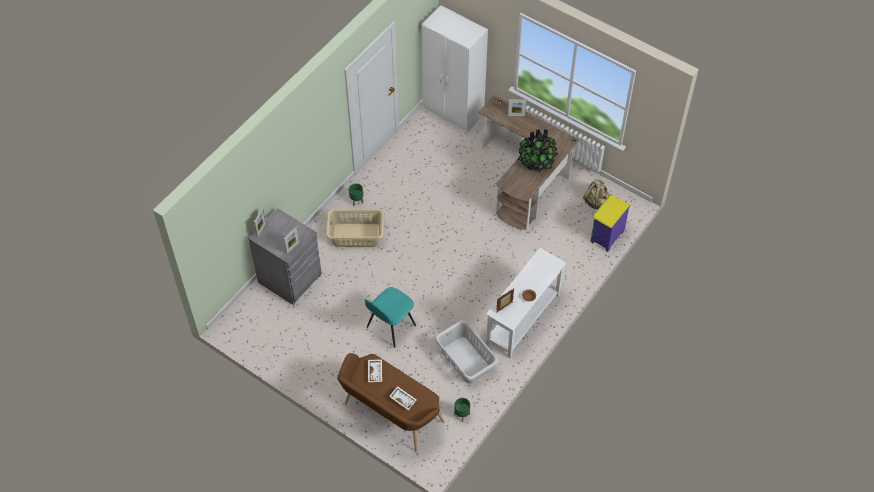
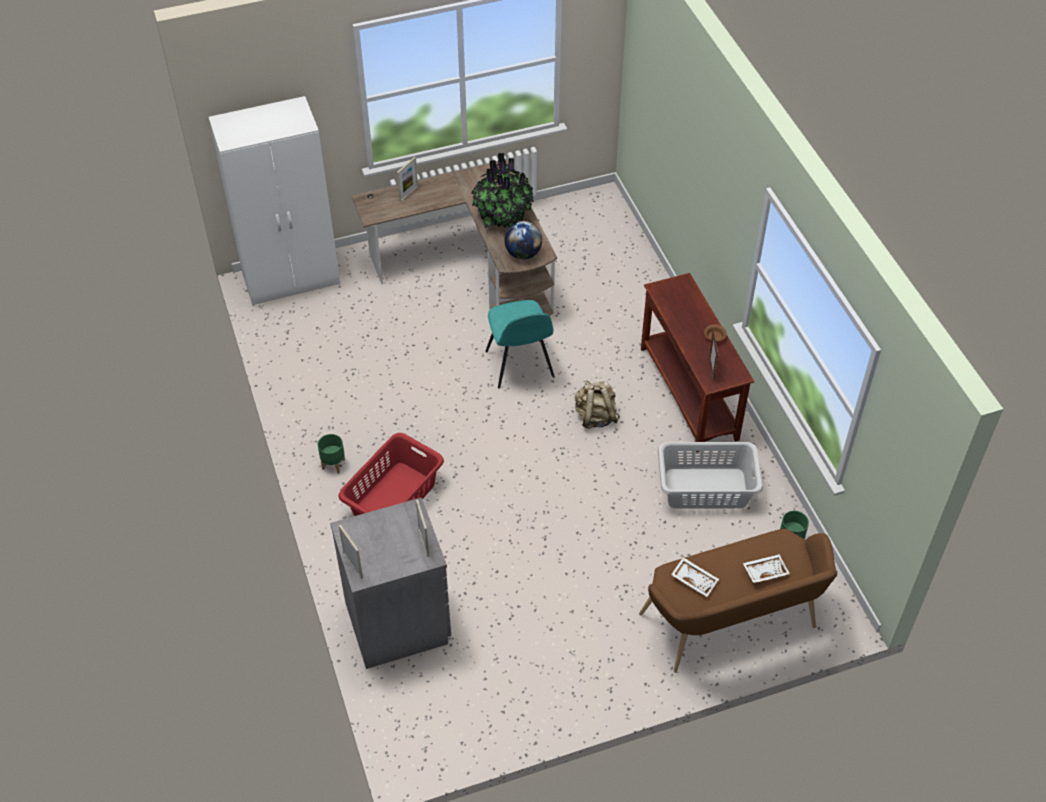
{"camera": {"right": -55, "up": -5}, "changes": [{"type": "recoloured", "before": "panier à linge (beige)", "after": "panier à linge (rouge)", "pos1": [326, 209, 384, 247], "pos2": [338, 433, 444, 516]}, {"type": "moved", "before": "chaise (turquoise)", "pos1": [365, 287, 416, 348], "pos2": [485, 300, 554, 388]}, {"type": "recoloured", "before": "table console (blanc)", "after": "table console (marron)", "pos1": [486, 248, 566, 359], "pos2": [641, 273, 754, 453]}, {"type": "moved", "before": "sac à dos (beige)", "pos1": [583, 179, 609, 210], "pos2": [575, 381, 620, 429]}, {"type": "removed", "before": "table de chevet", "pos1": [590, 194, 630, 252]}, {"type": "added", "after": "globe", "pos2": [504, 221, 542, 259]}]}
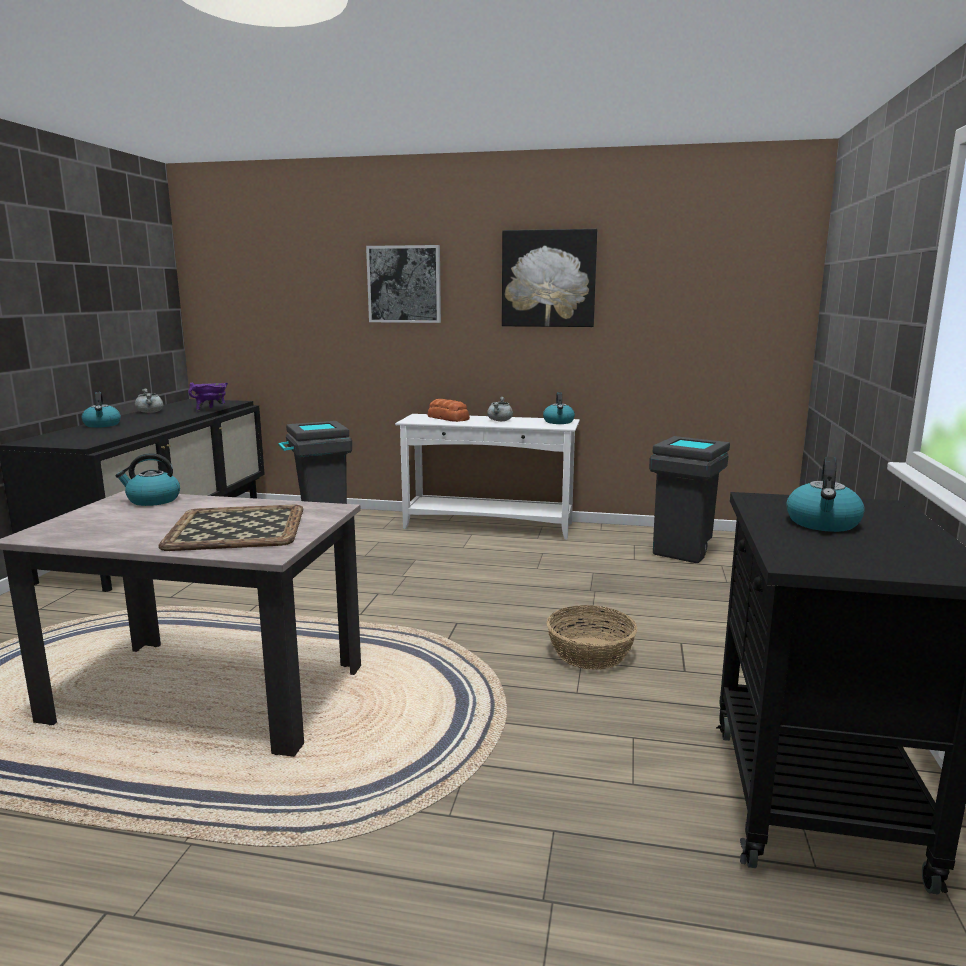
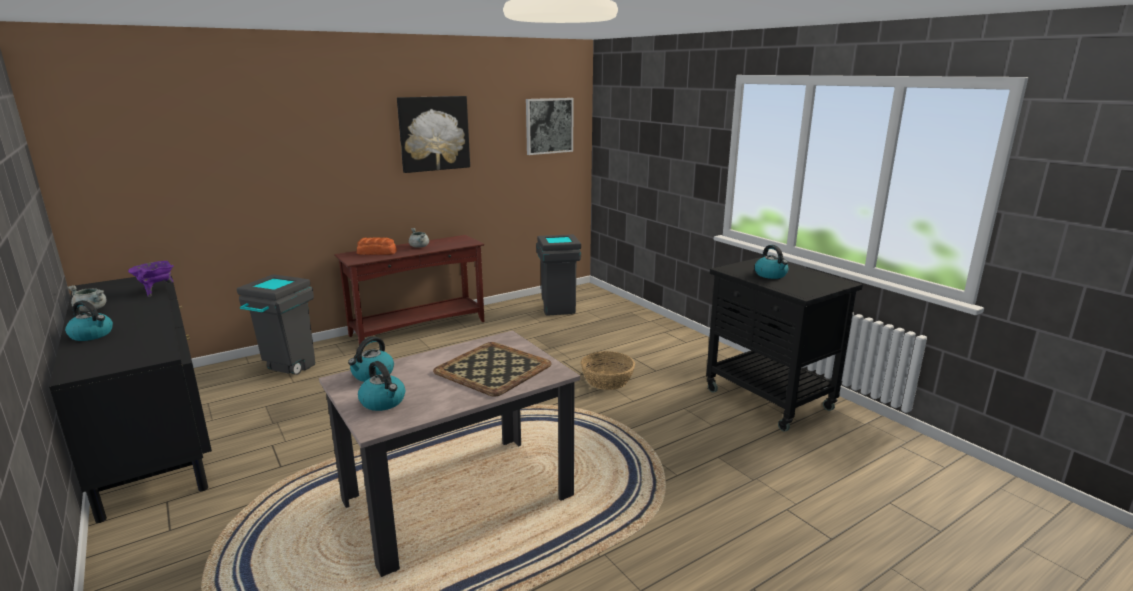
{"camera": {"right": -45, "up": 5}, "changes": [{"type": "moved", "before": "tableau", "pos1": [366, 245, 441, 323], "pos2": [526, 98, 573, 155]}, {"type": "recoloured", "before": "table console (blanc)", "after": "table console (marron)", "pos1": [395, 414, 580, 540], "pos2": [334, 235, 484, 345]}, {"type": "moved", "before": "bouilloire", "pos1": [543, 392, 575, 424], "pos2": [358, 361, 405, 411]}]}
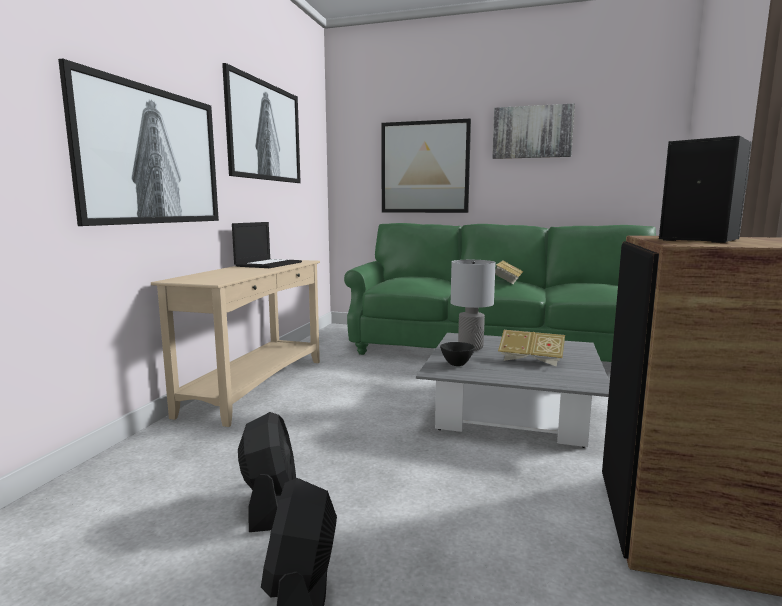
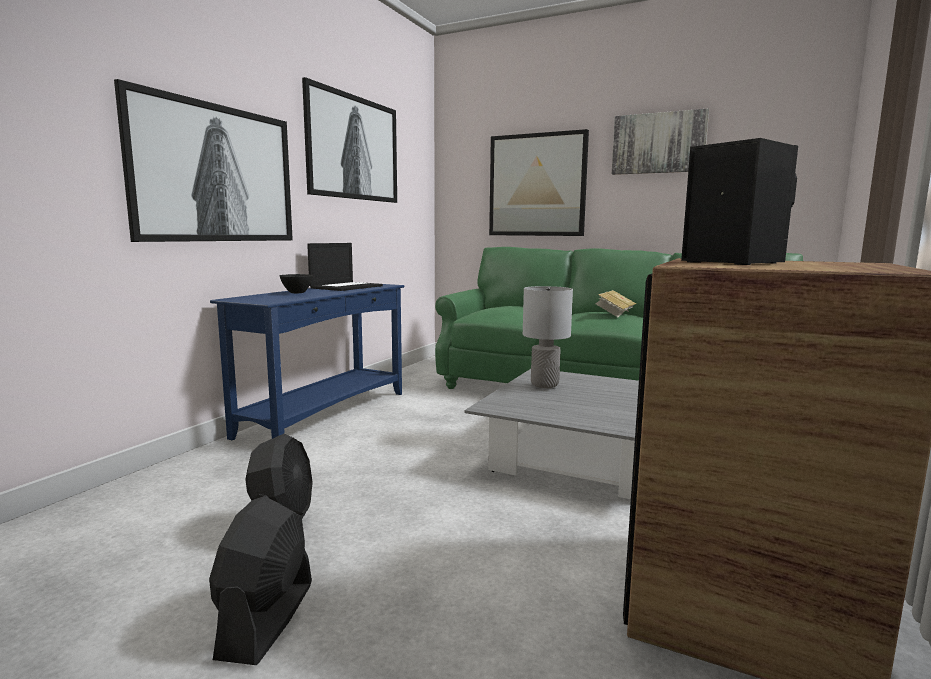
{"camera": {"right": 10, "up": 0}, "changes": [{"type": "recoloured", "before": "table console (beige)", "after": "table console (bleu)", "pos1": [151, 260, 320, 427], "pos2": [210, 284, 404, 440]}, {"type": "moved", "before": "bol (noir)", "pos1": [440, 342, 475, 366], "pos2": [280, 274, 313, 293]}, {"type": "removed", "before": "livre", "pos1": [498, 330, 565, 367]}]}
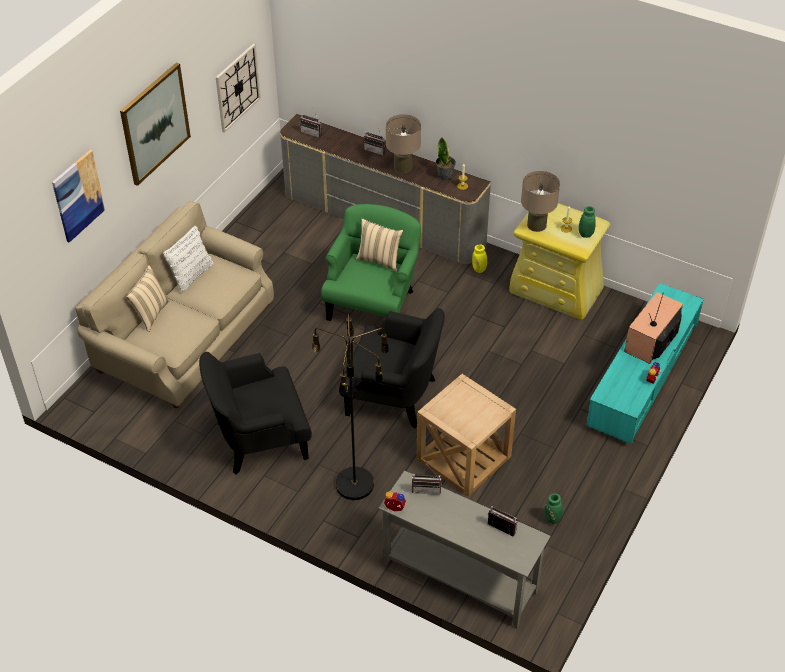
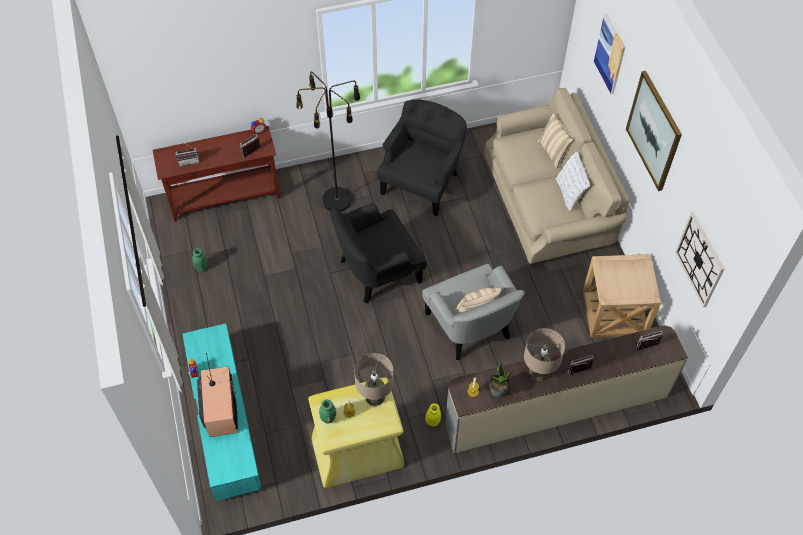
{"camera": {"right": 135, "up": 10}, "changes": [{"type": "recoloured", "before": "fauteuil (vert)", "after": "fauteuil (gris)", "pos1": [321, 204, 421, 321], "pos2": [422, 264, 525, 360]}, {"type": "recoloured", "before": "table console (gris)", "after": "table console (marron)", "pos1": [378, 471, 551, 629], "pos2": [153, 126, 281, 221]}, {"type": "moved", "before": "table d'appoint (beige)", "pos1": [416, 374, 516, 496], "pos2": [583, 254, 661, 338]}]}
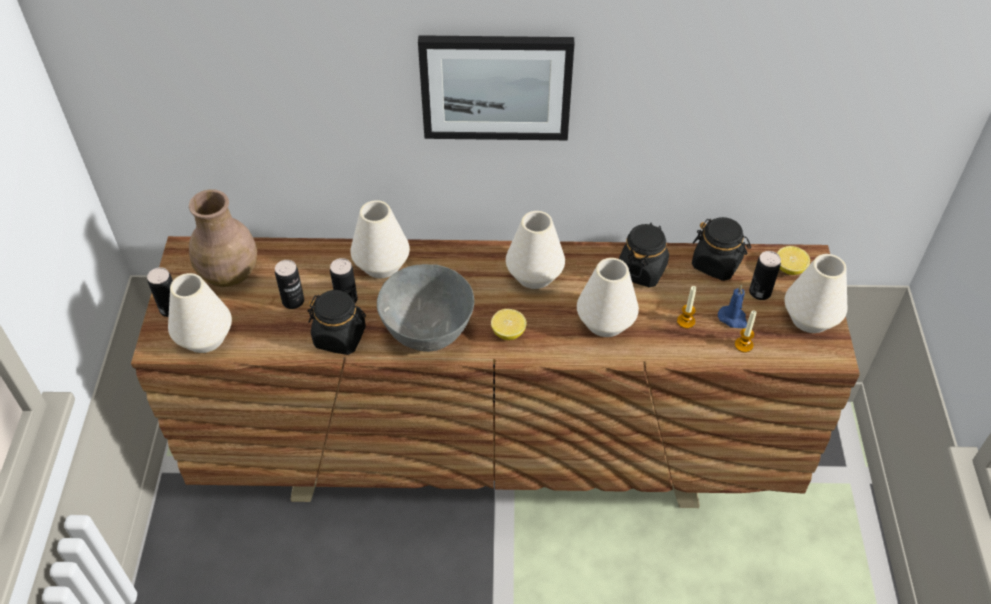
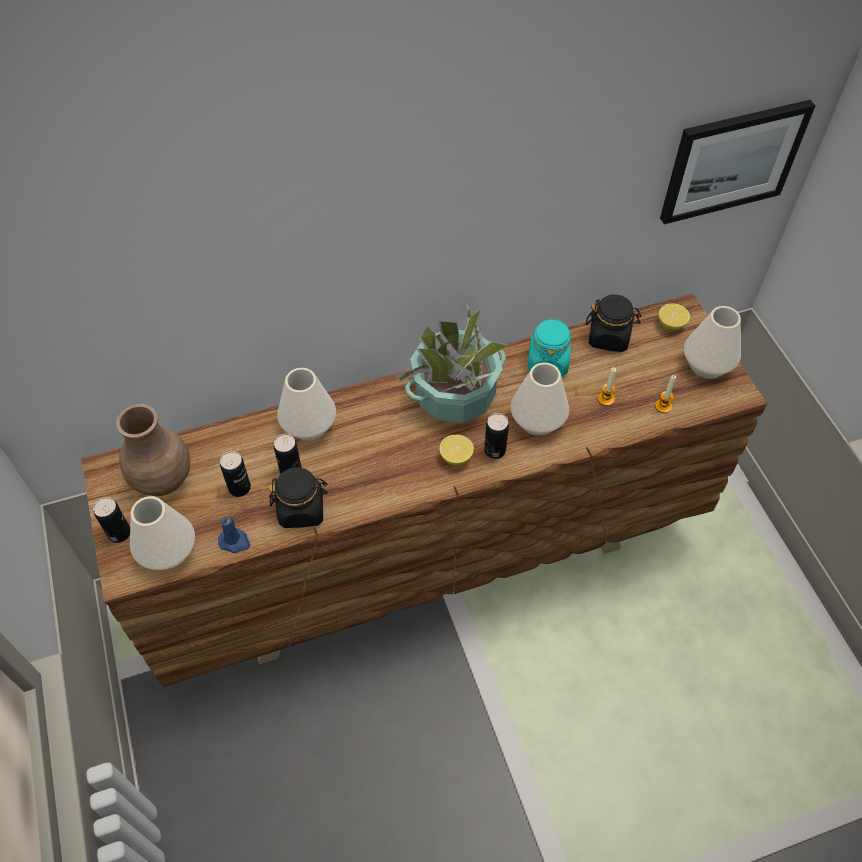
{"camera": {"right": -20, "up": 5}, "changes": [{"type": "removed", "before": "bol (gris)", "pos1": [377, 264, 474, 352]}, {"type": "moved", "before": "tableau", "pos1": [418, 35, 574, 140], "pos2": [660, 100, 816, 224]}, {"type": "replaced", "before": "vase (blanc)", "after": "plante en pot", "pos1": [506, 211, 565, 289], "pos2": [396, 302, 508, 423]}, {"type": "recoloured", "before": "bocal (noir)", "after": "bocal (turquoise)", "pos1": [619, 223, 669, 287], "pos2": [528, 317, 571, 377]}, {"type": "moved", "before": "bougie (bleu)", "pos1": [718, 285, 747, 328], "pos2": [218, 515, 250, 553]}, {"type": "moved", "before": "boîte métallique", "pos1": [749, 251, 781, 300], "pos2": [484, 413, 509, 459]}]}
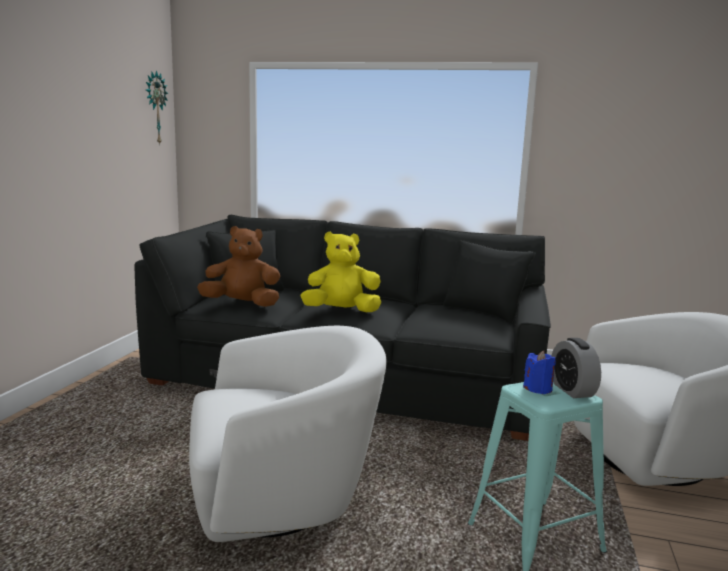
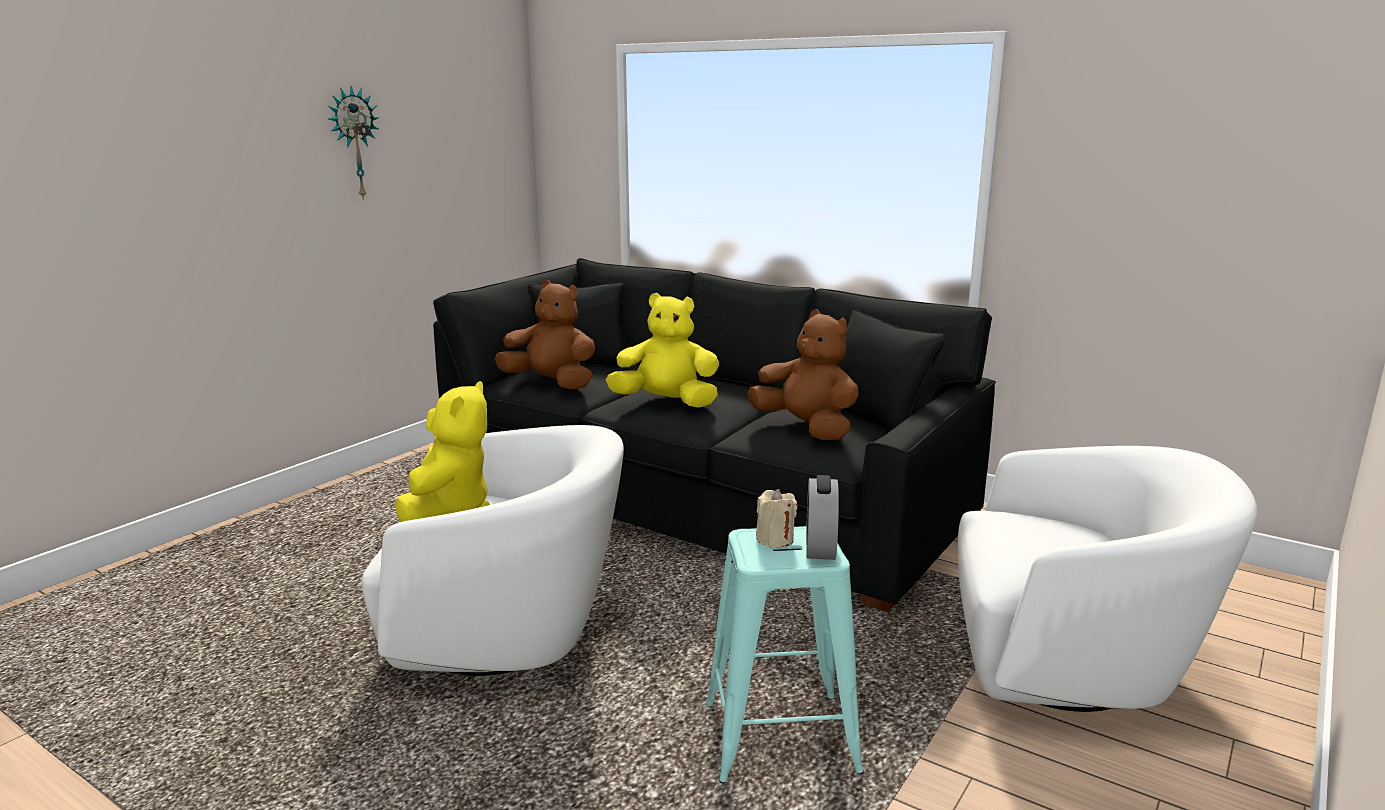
{"camera": {"right": 20, "up": 5}, "changes": [{"type": "moved", "before": "horloge murale", "pos1": [146, 70, 168, 145], "pos2": [328, 86, 380, 200]}, {"type": "recoloured", "before": "bougie (bleu)", "after": "bougie (beige)", "pos1": [523, 351, 556, 394], "pos2": [756, 489, 797, 548]}, {"type": "added", "after": "peluche (jaune)", "pos2": [395, 381, 489, 522]}, {"type": "added", "after": "peluche (marron)", "pos2": [748, 309, 859, 440]}]}
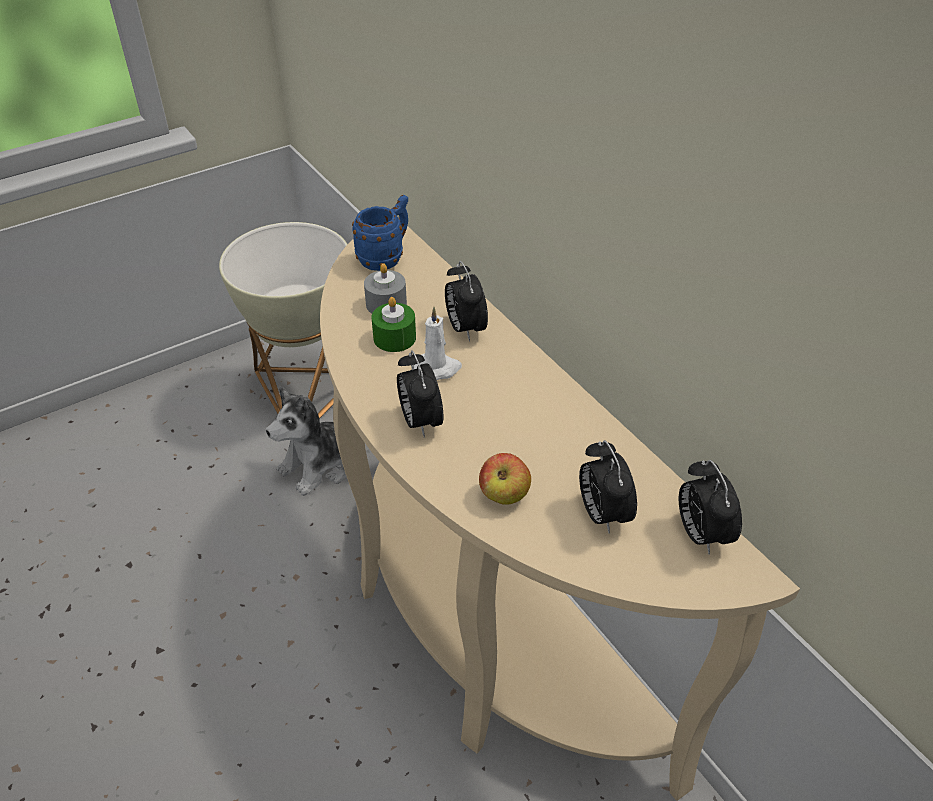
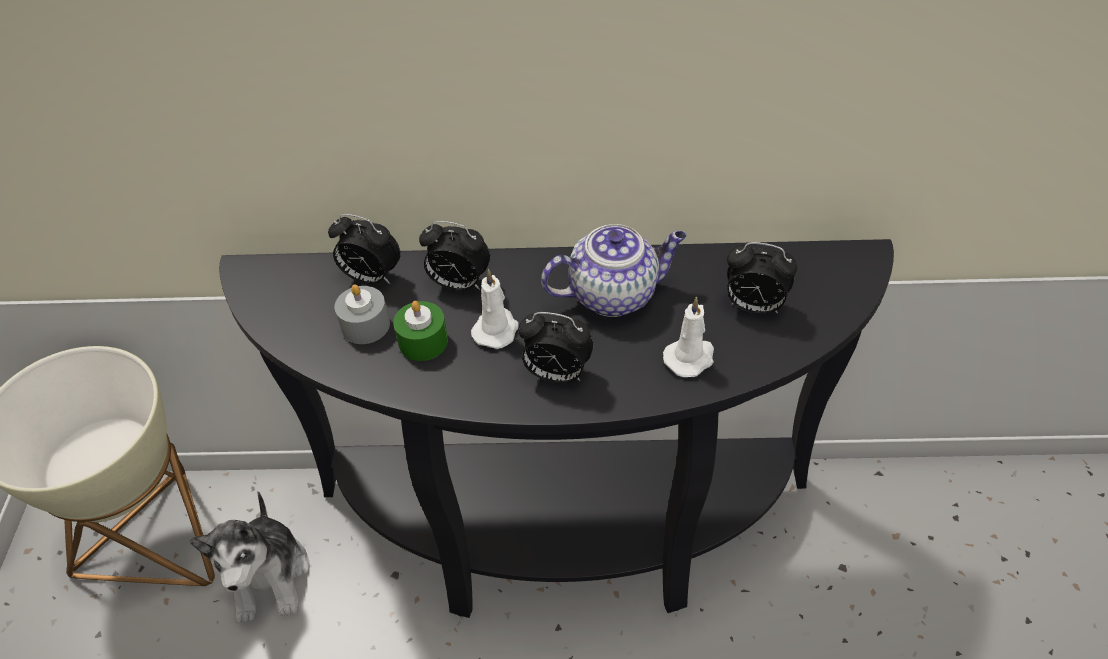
{"camera": {"right": -55, "up": 5}, "changes": [{"type": "recoloured", "before": "table console (beige)", "after": "table console (noir)", "pos1": [320, 226, 800, 801], "pos2": [219, 239, 894, 618]}, {"type": "removed", "before": "mug (bleu)", "pos1": [352, 195, 408, 271]}, {"type": "replaced", "before": "pomme", "after": "bougie (blanc)", "pos1": [479, 453, 531, 504], "pos2": [663, 297, 714, 377]}, {"type": "moved", "before": "réveil", "pos1": [679, 460, 742, 555], "pos2": [328, 214, 401, 284]}, {"type": "added", "after": "théière", "pos2": [541, 224, 686, 317]}]}
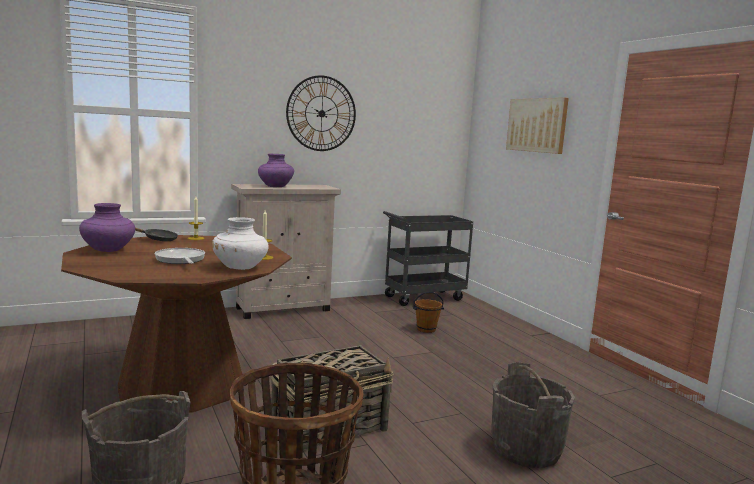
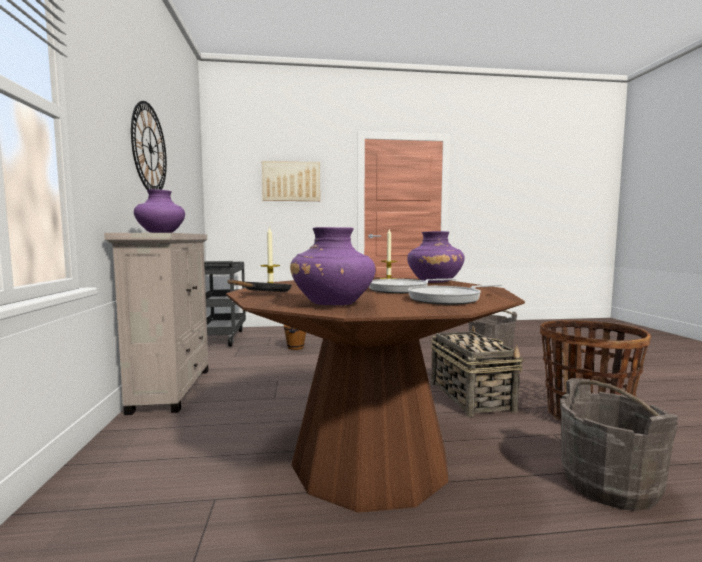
{"camera": {"right": -70, "up": -5}, "changes": [{"type": "recoloured", "before": "vase (blanc)", "after": "vase (violet)", "pos1": [212, 217, 269, 270], "pos2": [407, 231, 465, 283]}, {"type": "added", "after": "poêle", "pos2": [408, 284, 502, 305]}]}
